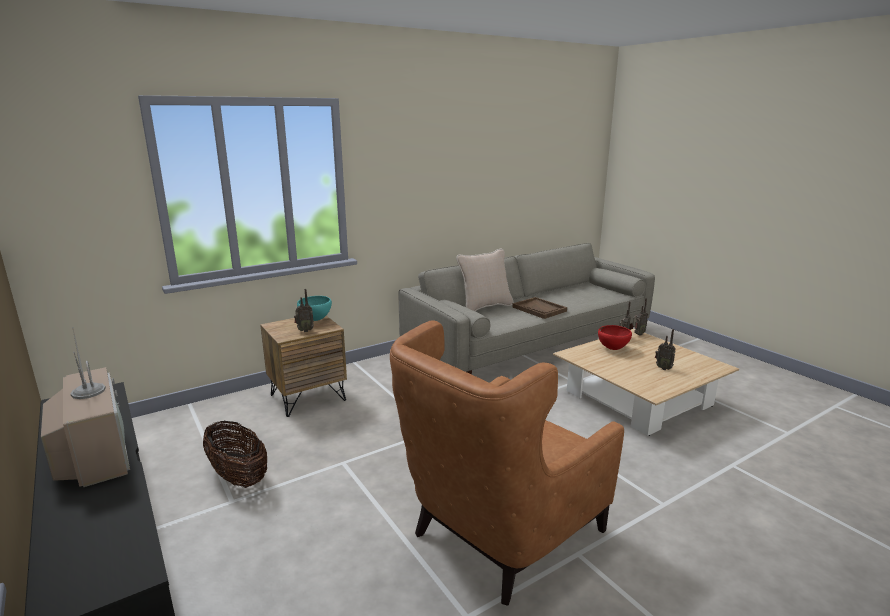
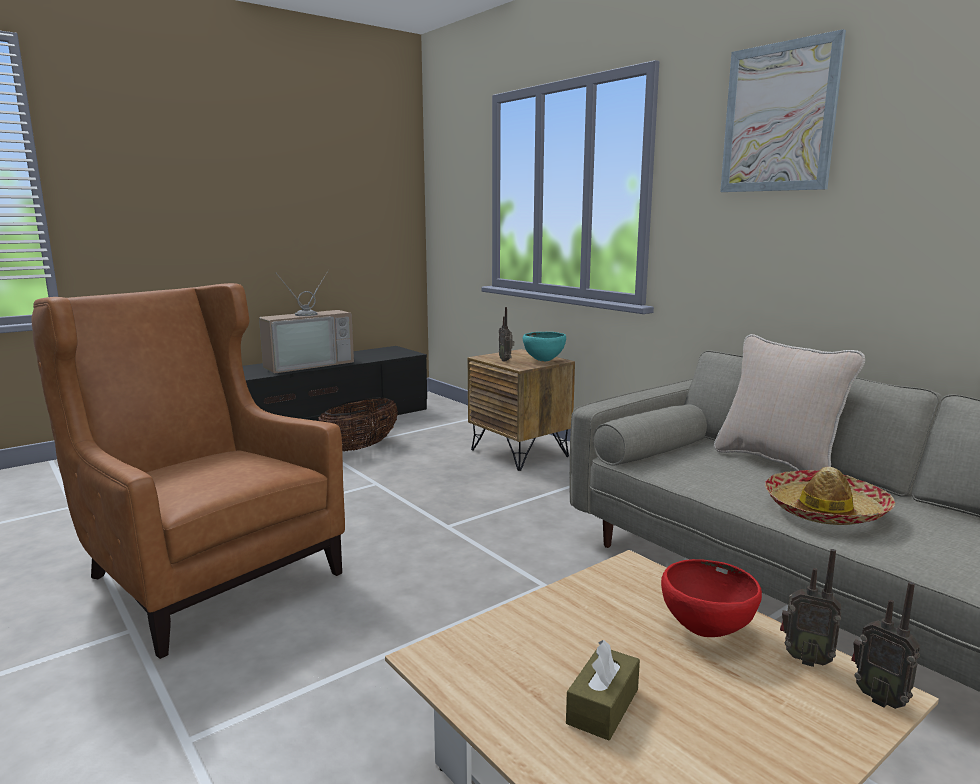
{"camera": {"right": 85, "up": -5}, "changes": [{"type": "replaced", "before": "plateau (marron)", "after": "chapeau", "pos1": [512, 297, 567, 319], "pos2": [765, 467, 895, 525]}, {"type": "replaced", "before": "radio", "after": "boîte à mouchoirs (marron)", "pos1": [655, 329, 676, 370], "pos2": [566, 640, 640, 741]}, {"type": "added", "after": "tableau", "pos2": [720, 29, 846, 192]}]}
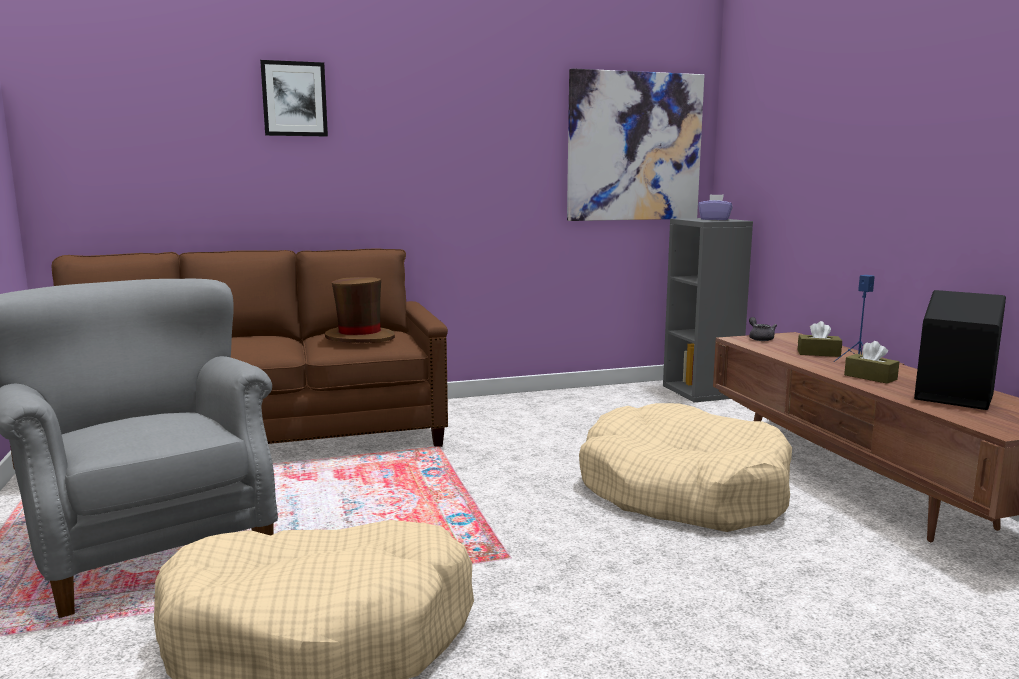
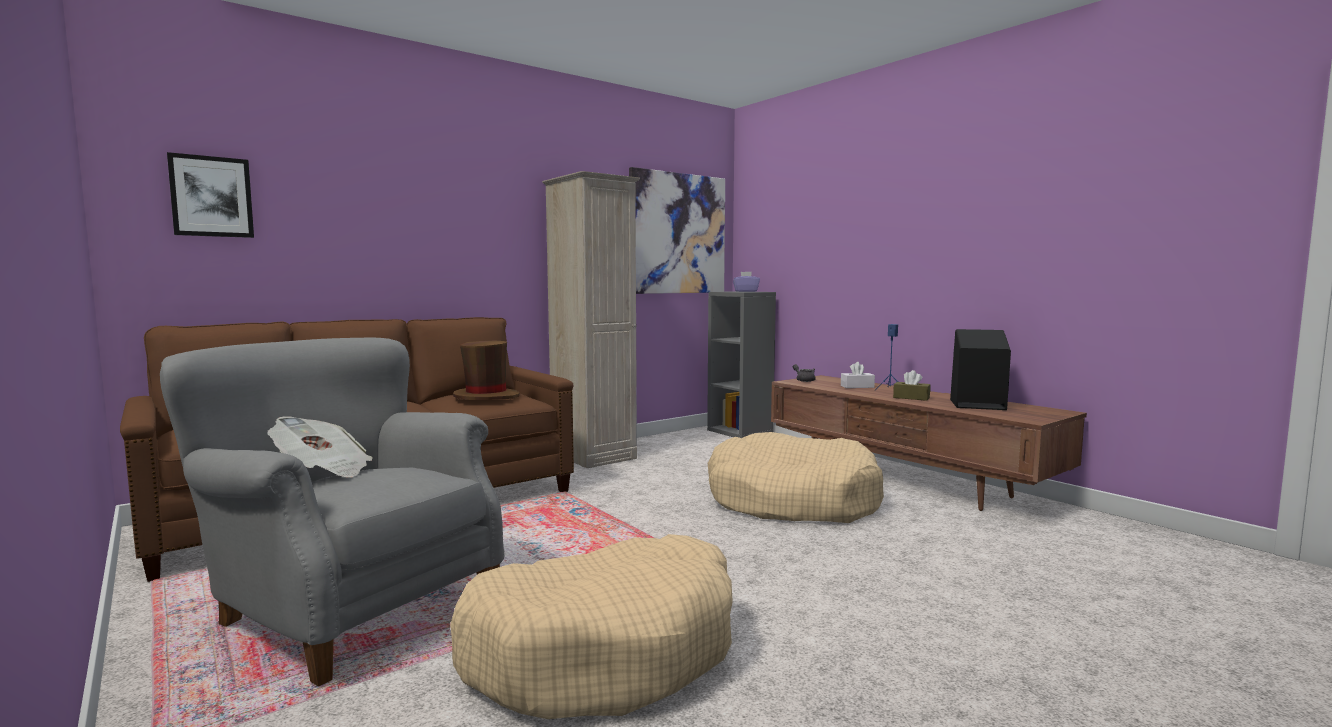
{"camera": {"right": -20, "up": -5}, "changes": [{"type": "moved", "before": "tableau", "pos1": [260, 60, 328, 136], "pos2": [167, 152, 254, 238]}, {"type": "recoloured", "before": "boîte à mouchoirs (marron)", "after": "boîte à mouchoirs (blanc)", "pos1": [798, 321, 842, 357], "pos2": [841, 362, 875, 388]}, {"type": "added", "after": "journal", "pos2": [268, 416, 373, 477]}, {"type": "added", "after": "meuble de rangement (beige)", "pos2": [542, 171, 640, 468]}]}
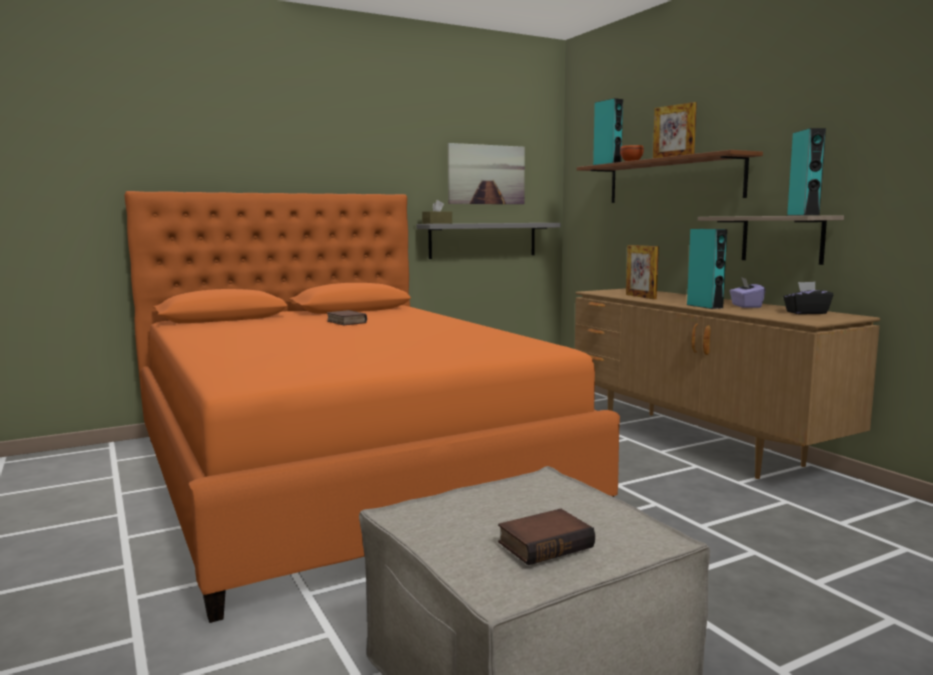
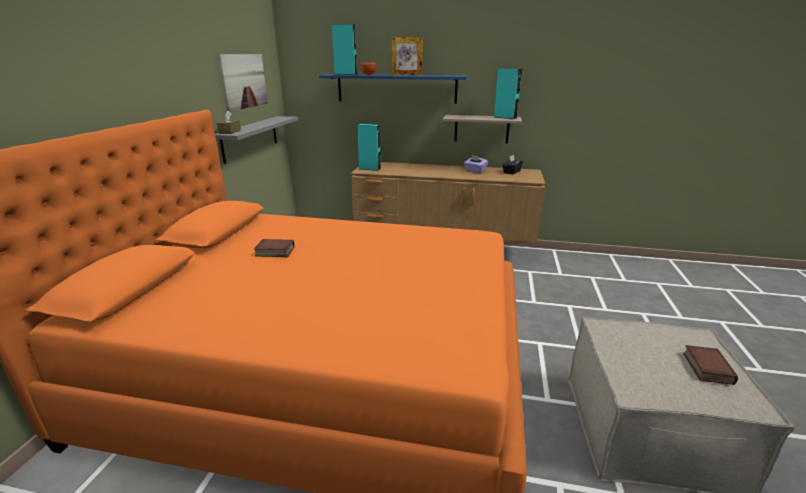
{"camera": {"right": -50, "up": 15}, "changes": [{"type": "recoloured", "before": "étagère (marron)", "after": "étagère (bleu)", "pos1": [577, 150, 763, 203], "pos2": [319, 74, 468, 104]}, {"type": "removed", "before": "cadre photo", "pos1": [626, 245, 659, 299]}, {"type": "moved", "before": "enceinte (turquoise)", "pos1": [687, 229, 727, 309], "pos2": [357, 124, 381, 171]}]}
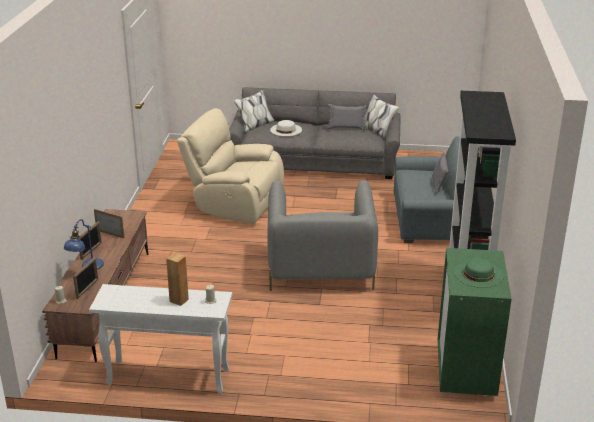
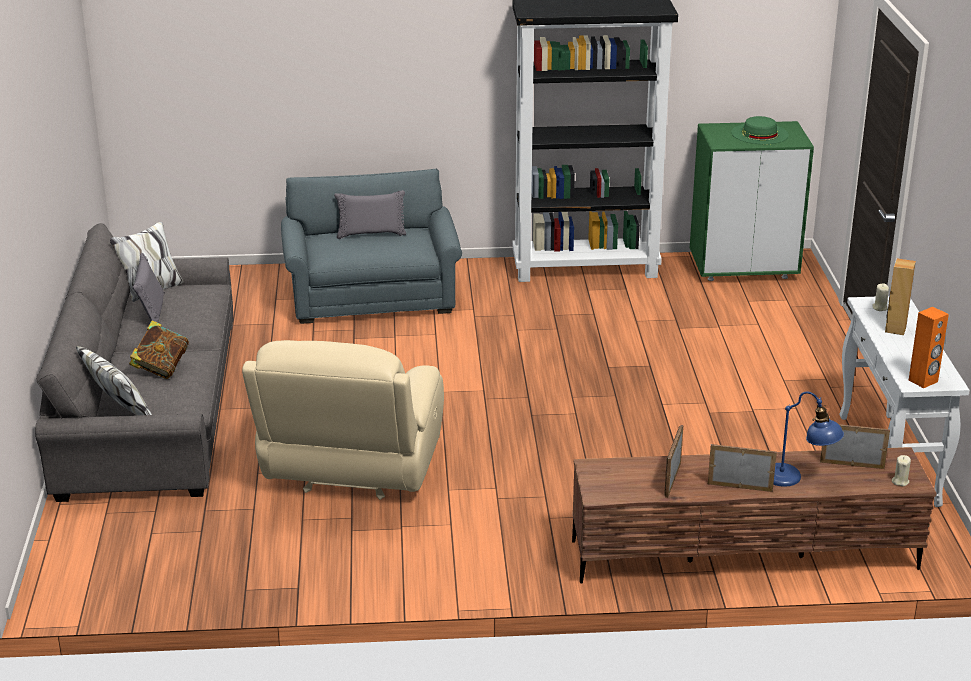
{"camera": {"right": -100, "up": 0}, "changes": [{"type": "removed", "before": "fauteuil (gris)", "pos1": [267, 180, 378, 291]}, {"type": "replaced", "before": "chapeau (blanc)", "after": "livre", "pos1": [270, 120, 302, 136], "pos2": [129, 320, 189, 379]}, {"type": "added", "after": "enceinte (orange)", "pos2": [909, 307, 949, 388]}]}
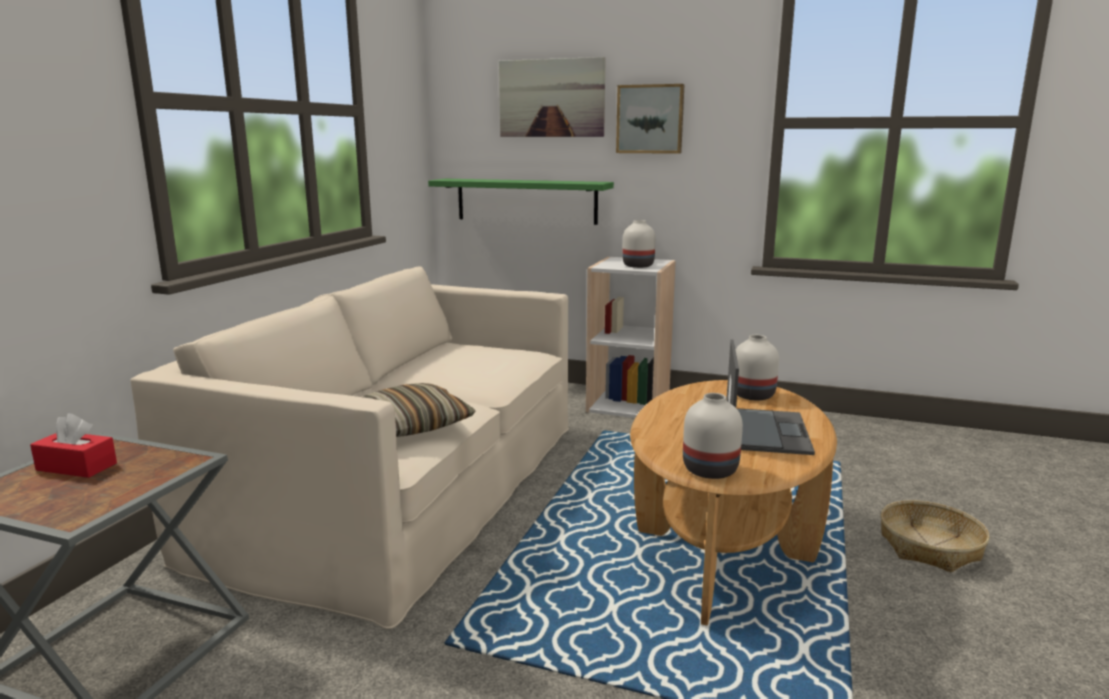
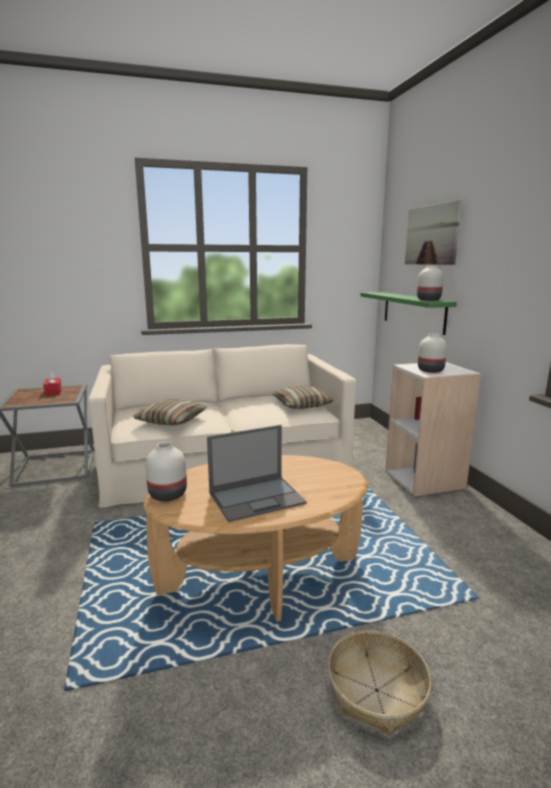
{"camera": {"right": 55, "up": 0}, "changes": [{"type": "removed", "before": "tableau", "pos1": [616, 84, 685, 154]}, {"type": "moved", "before": "vase (blanc)", "pos1": [736, 335, 779, 400], "pos2": [417, 265, 443, 301]}, {"type": "added", "after": "coussin", "pos2": [272, 386, 334, 409]}]}
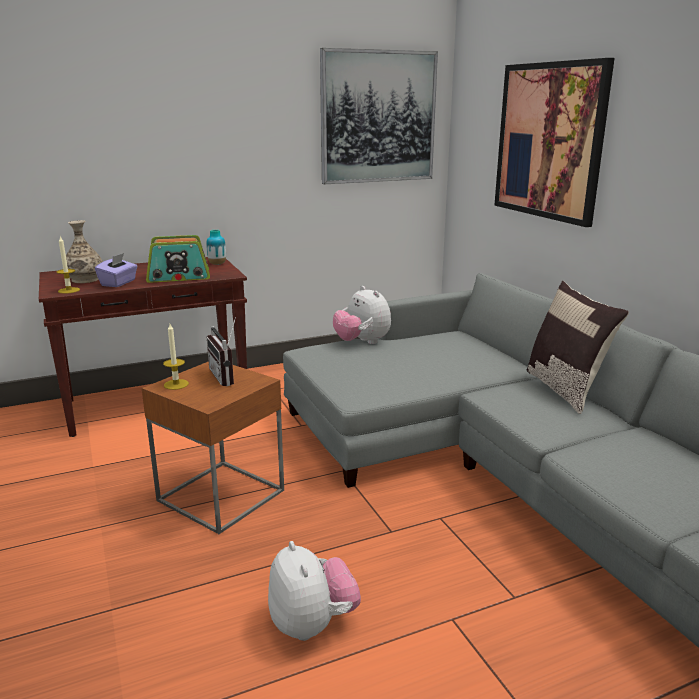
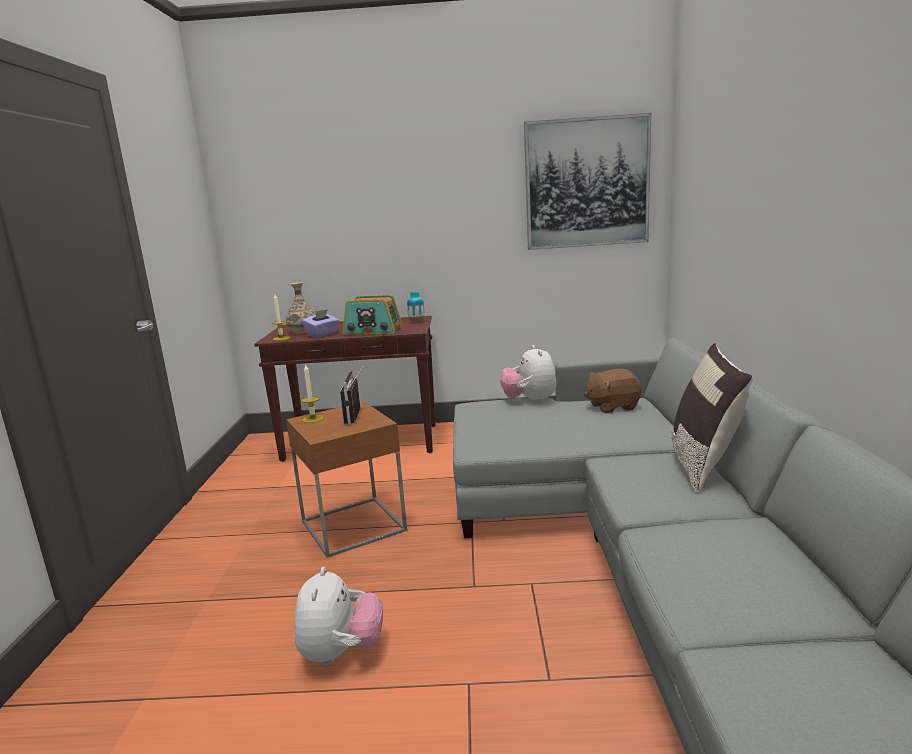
{"camera": {"right": 25, "up": -5}, "changes": [{"type": "removed", "before": "tableau", "pos1": [494, 58, 615, 227]}, {"type": "added", "after": "peluche (marron)", "pos2": [584, 369, 641, 413]}]}
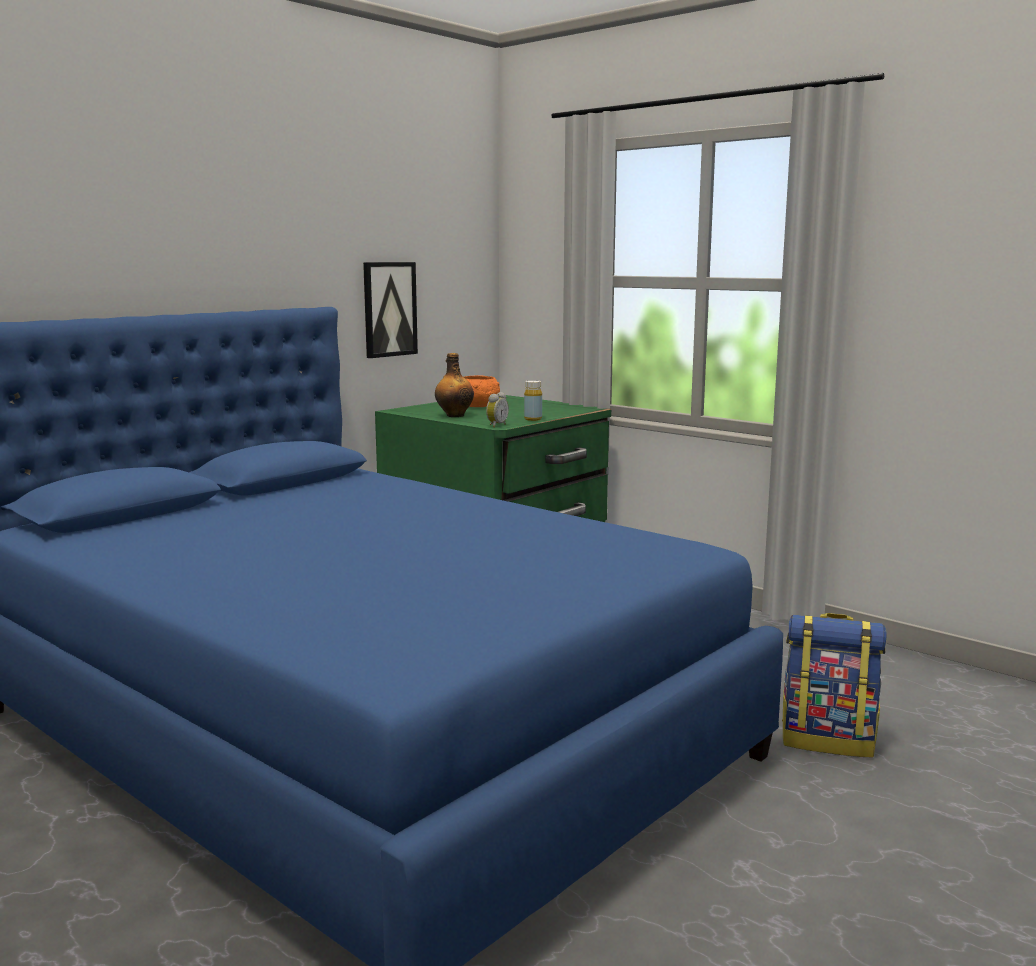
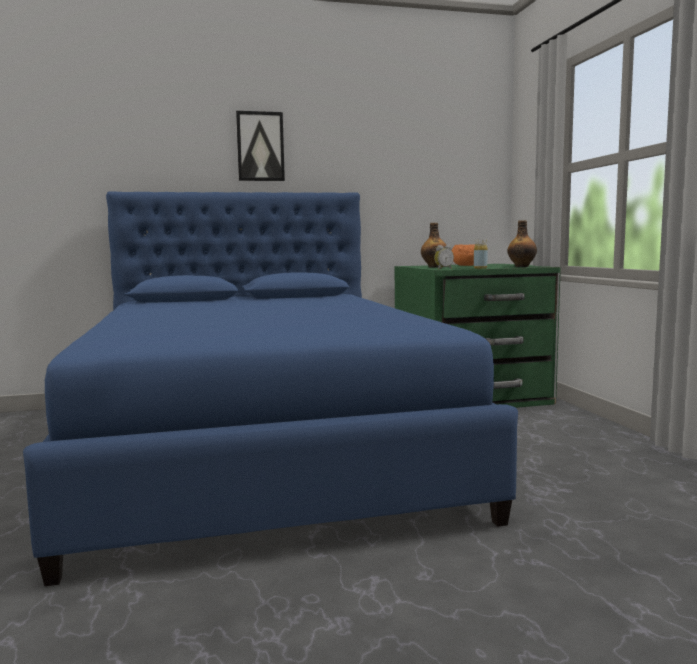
{"camera": {"right": 35, "up": -5}, "changes": [{"type": "moved", "before": "tableau", "pos1": [363, 262, 418, 358], "pos2": [236, 111, 285, 181]}, {"type": "removed", "before": "sac à dos", "pos1": [782, 613, 887, 758]}, {"type": "added", "after": "bouteille", "pos2": [507, 220, 537, 267]}]}
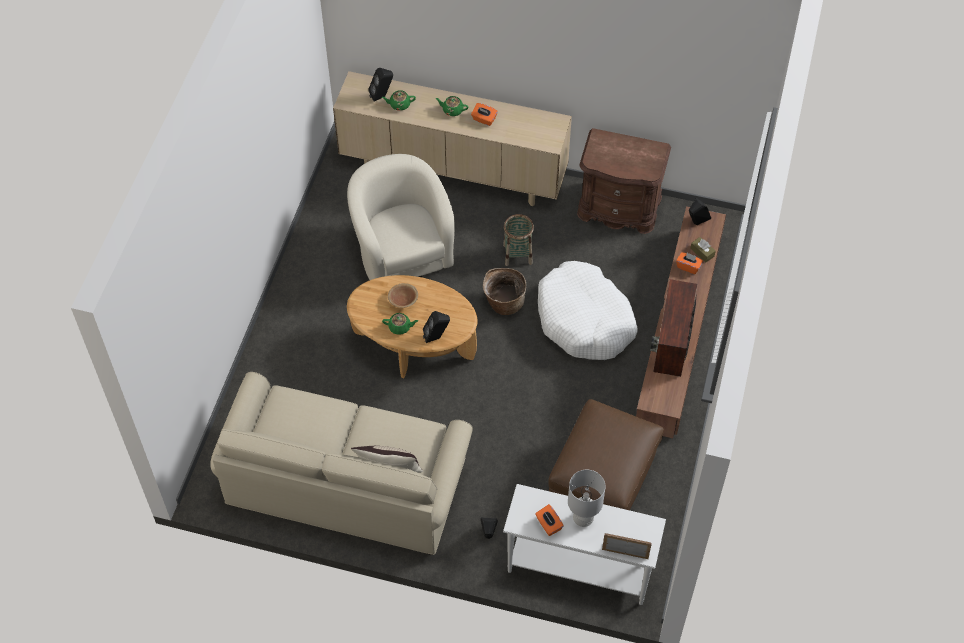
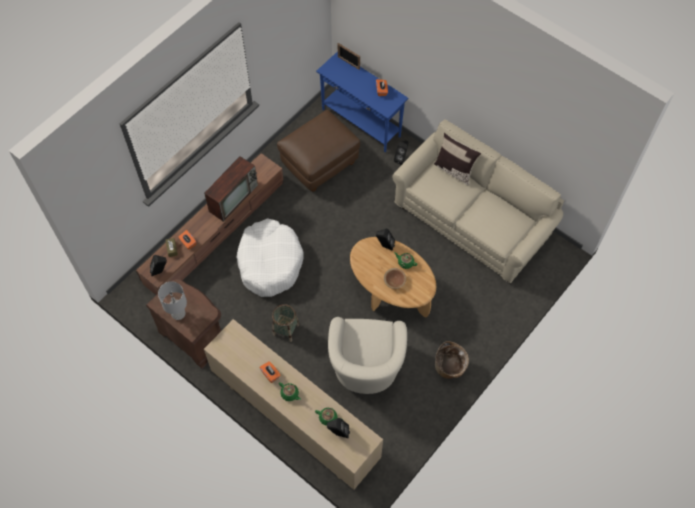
{"camera": {"right": -155, "up": 5}, "changes": [{"type": "moved", "before": "panier", "pos1": [483, 268, 526, 315], "pos2": [435, 341, 469, 379]}, {"type": "recoloured", "before": "table console (blanc)", "after": "table console (bleu)", "pos1": [503, 484, 666, 605], "pos2": [316, 52, 409, 152]}, {"type": "moved", "before": "lampe de table (gris)", "pos1": [568, 470, 605, 527], "pos2": [158, 281, 187, 320]}]}
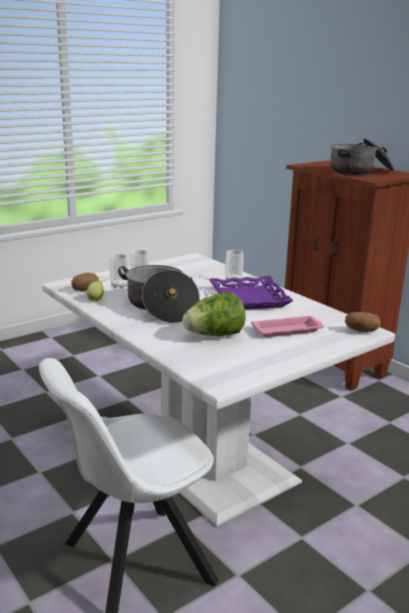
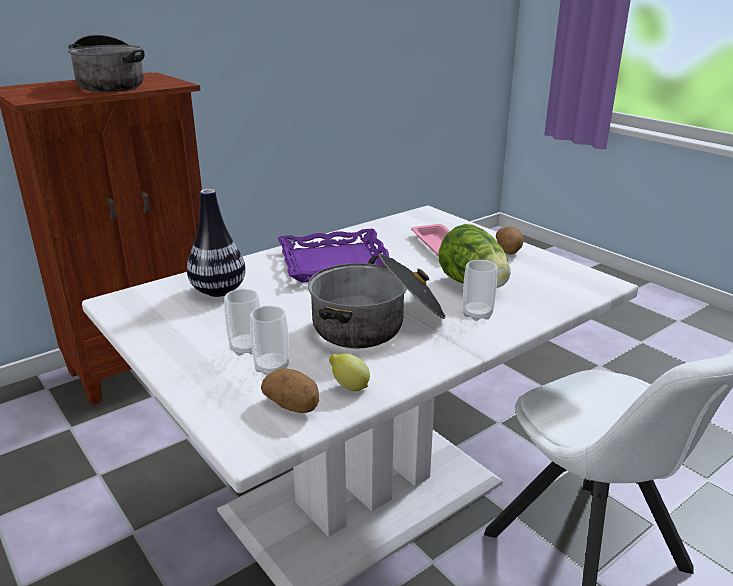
{"camera": {"right": -90, "up": 5}, "changes": [{"type": "moved", "before": "tasse", "pos1": [225, 250, 243, 283], "pos2": [463, 260, 497, 321]}, {"type": "moved", "before": "pomme de terre", "pos1": [345, 312, 381, 332], "pos2": [496, 226, 524, 255]}, {"type": "added", "after": "vase", "pos2": [187, 189, 245, 297]}]}
